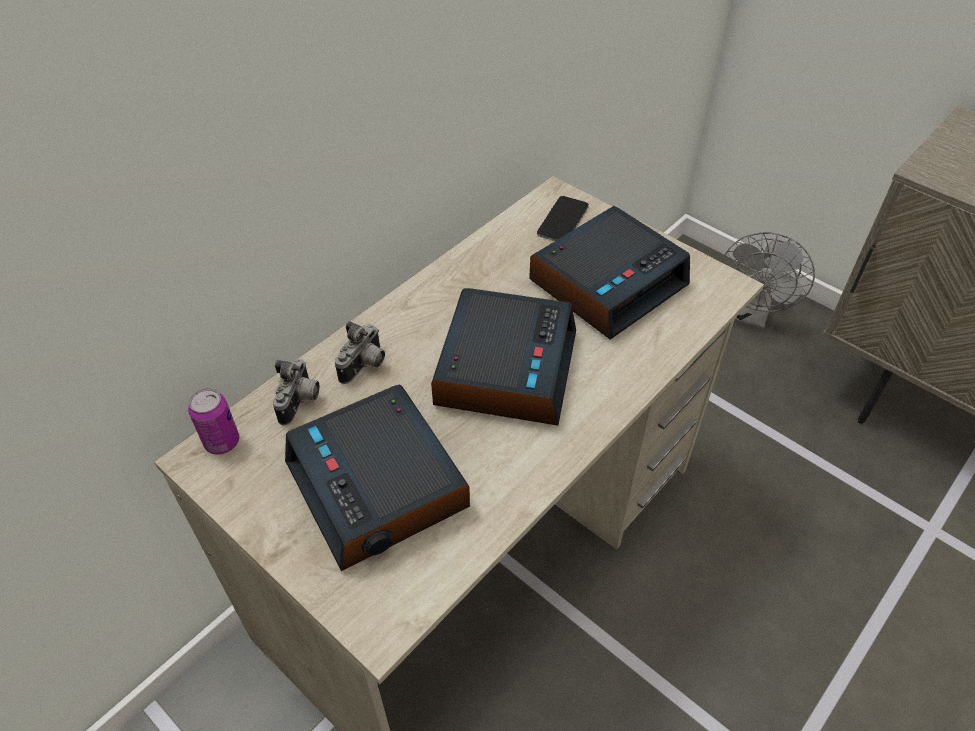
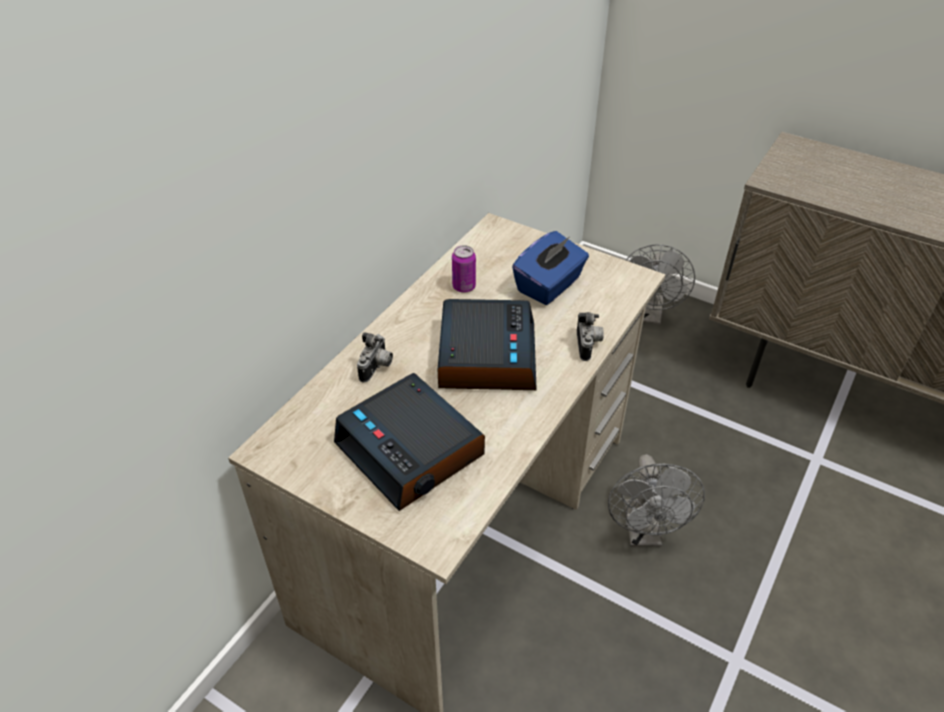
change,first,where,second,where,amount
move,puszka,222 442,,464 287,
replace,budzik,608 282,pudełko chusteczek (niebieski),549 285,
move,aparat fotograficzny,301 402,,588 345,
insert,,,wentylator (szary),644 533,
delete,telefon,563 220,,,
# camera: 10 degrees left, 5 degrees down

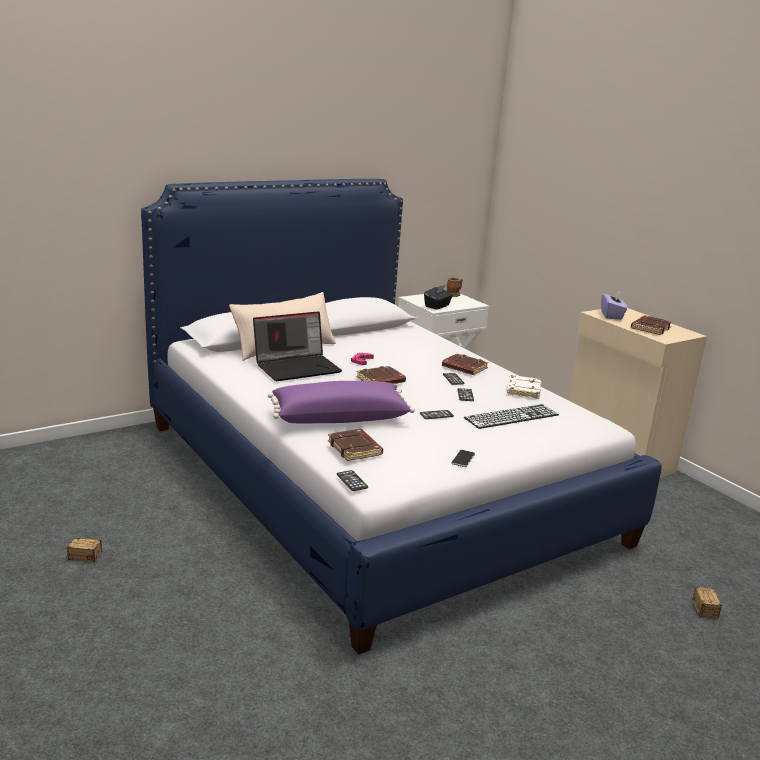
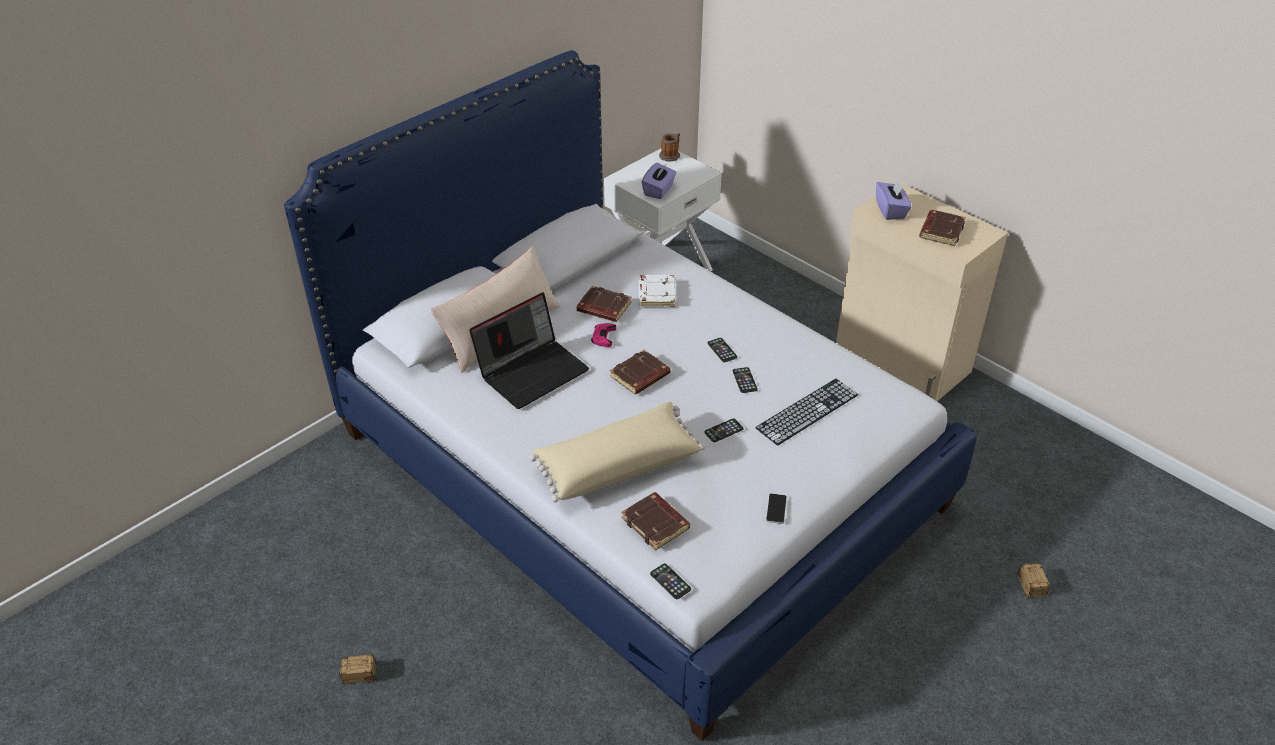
change,first,where,second,where,amount
recolor,poduszka (fioletowy),339 417,poduszka (beżowy),617 464,
move,książka (brązowy),463 368,,603 308,
move,książka (biały),522 390,,655 294,
recolor,pudełko chusteczek (czarny),437 306,pudełko chusteczek (fioletowy),659 190,
# camera: 10 degrees left, 20 degrees up

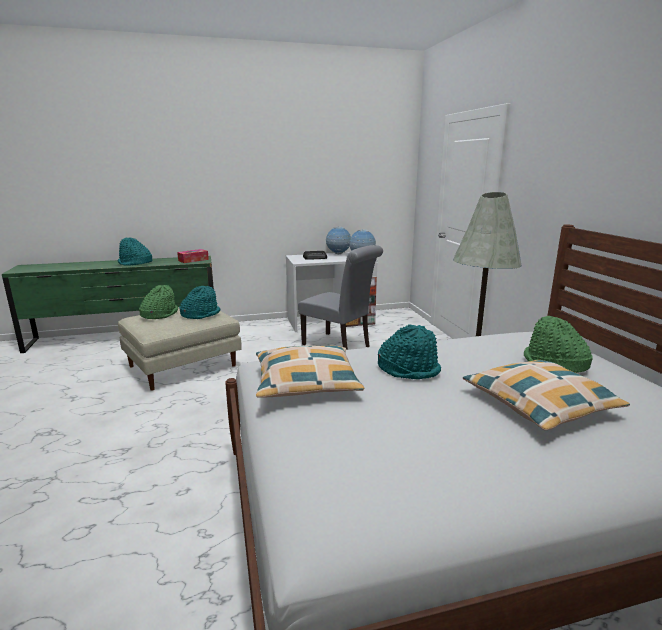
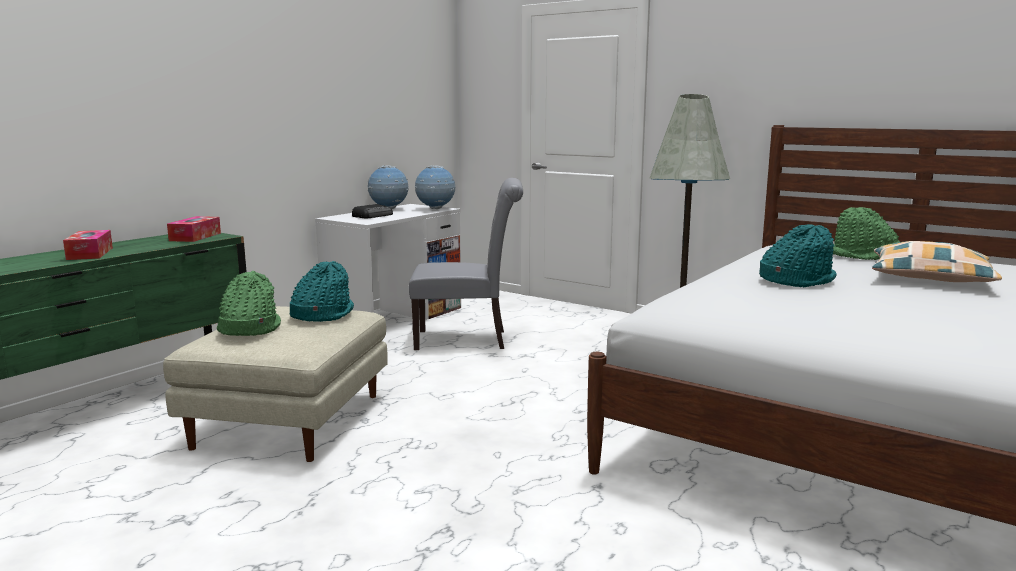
change,first,where,second,where,amount
replace,kapelusz (turkusowy),135 263,pudełko chusteczek,90 253,
delete,poduszka,306 382,,,
# camera: 40 degrees left, 5 degrees down

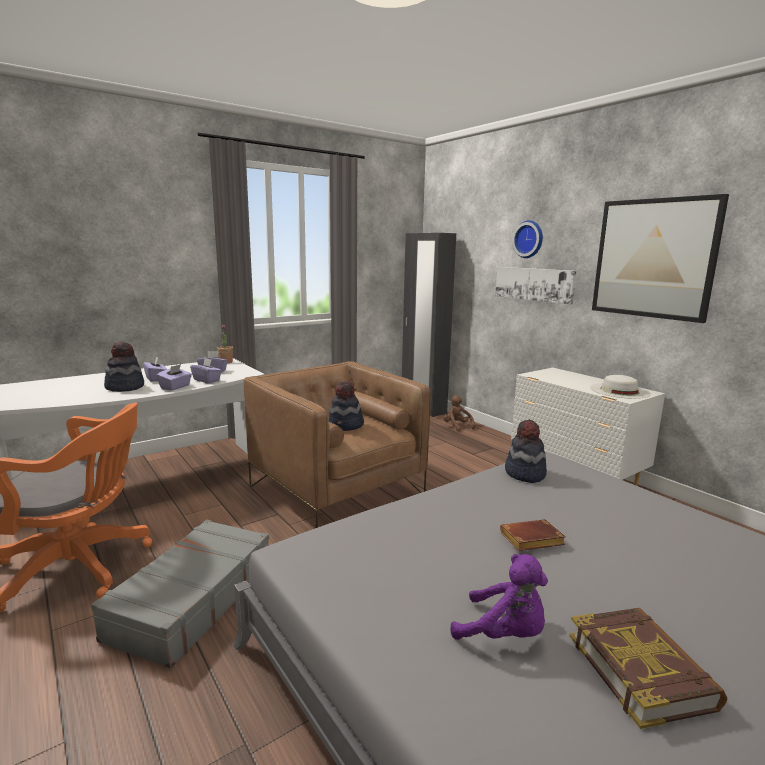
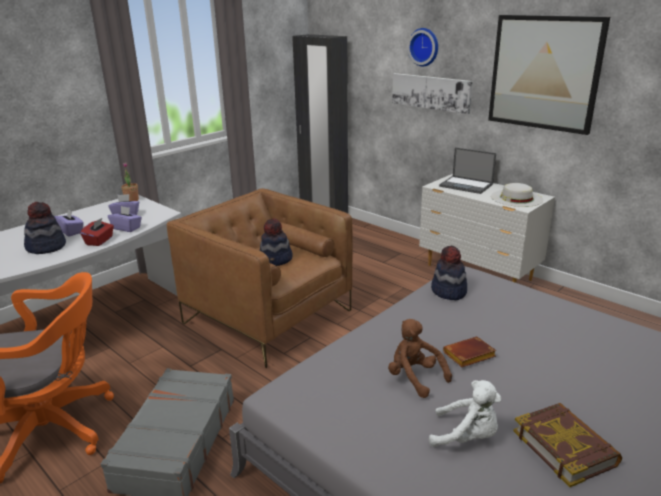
change,first,where,second,where,amount
recolor,pudełko chusteczek (fioletowy),175 387,pudełko chusteczek (czerwony),100 241,
move,pluszak (brązowy),457 426,,415 377,
recolor,pluszak (fioletowy),504 634,pluszak (biały),466 437,
insert,,,laptop,467 185,
# camera: 10 degrees left, 10 degrees up

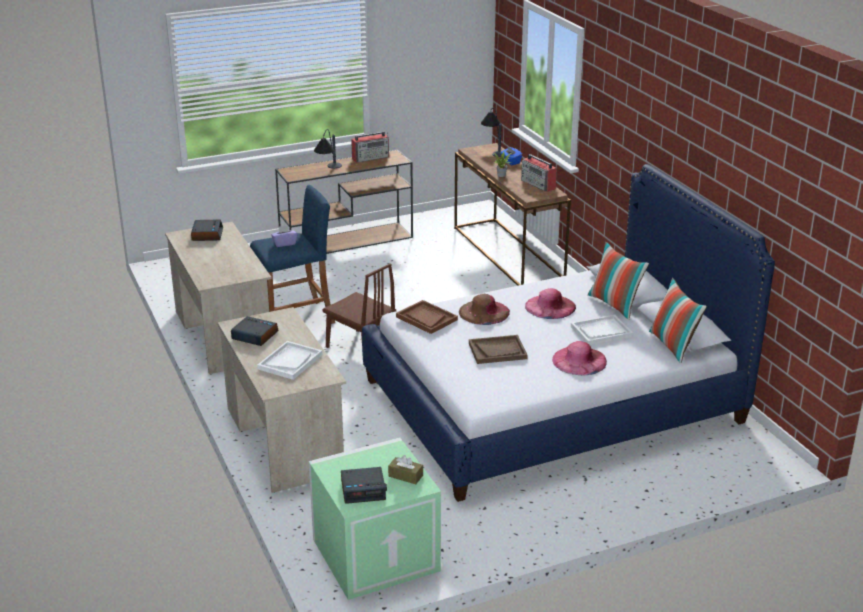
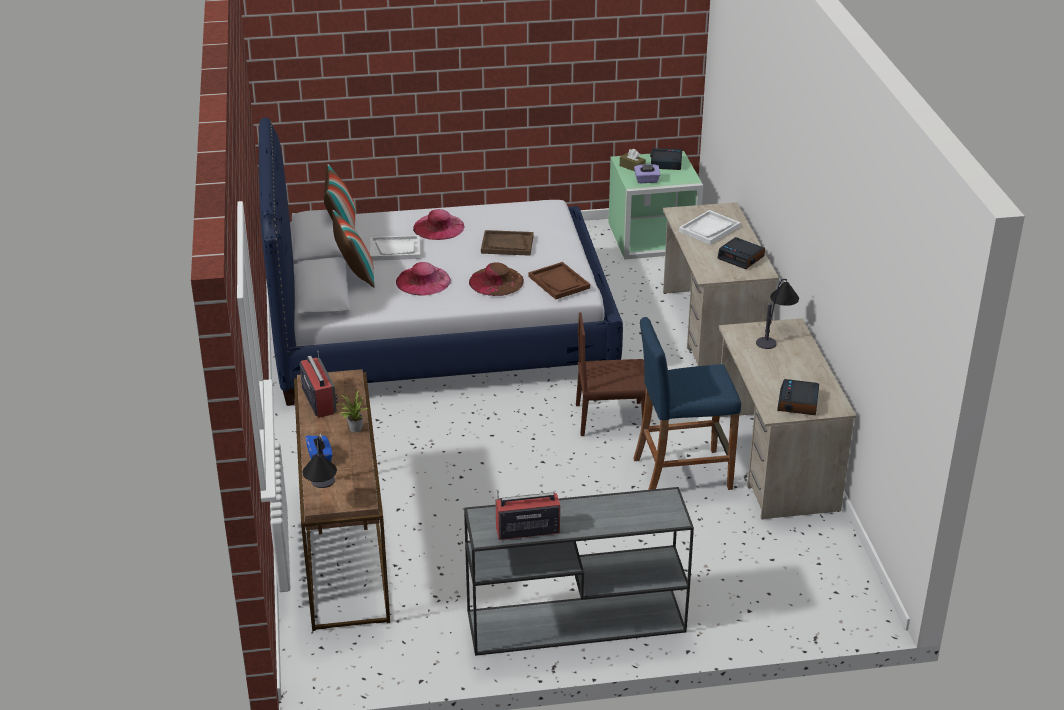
change,first,where,second,where,amount
recolor,stolik konsolowy (brązowy),348 240,stolik konsolowy (szary),573 622,
rotate,krzesło (brązowy),361 347,,611 419,60 degrees counterclockwise
move,pudełko chusteczek (fioletowy),284 243,,646 180,
move,lampa stołowa,328 171,,775 333,
# camera: 165 degrees left, 5 degrees up

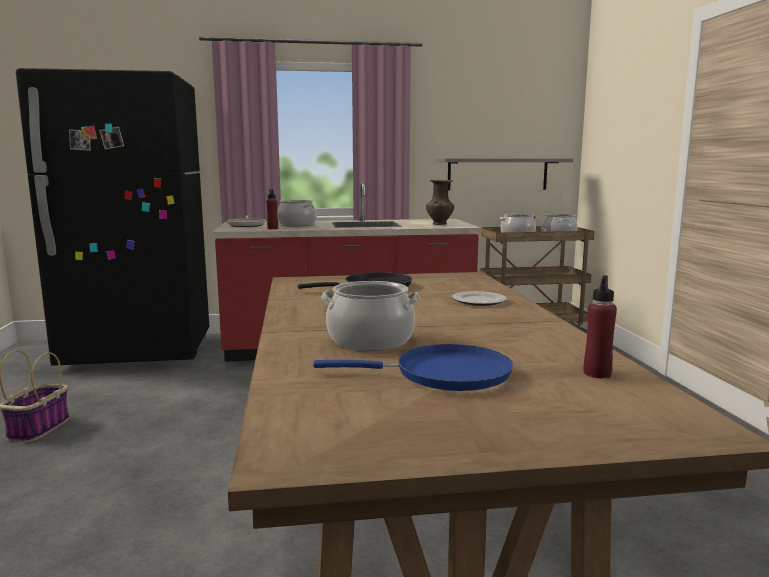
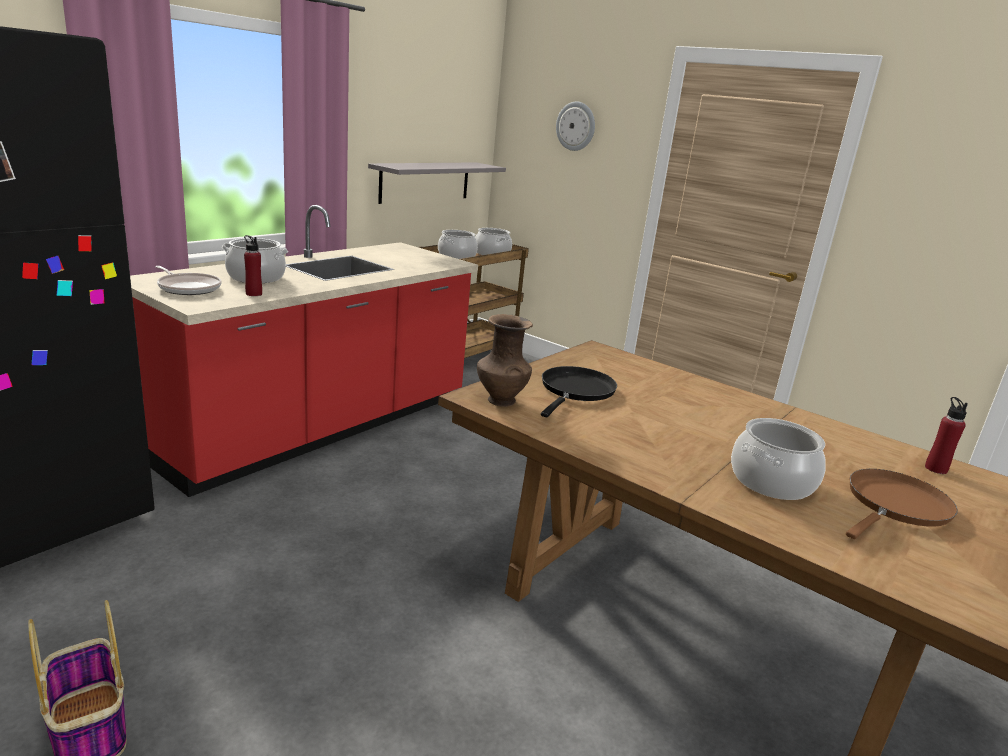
change,first,where,second,where,amount
move,wazon (brązowy),439 224,,500 400,
insert,,,zegar ścienny,576 126,
recolor,patelnia (niebieski),444 374,patelnia (brązowy),895 506,
delete,talerz,479 301,,,
# camera: 45 degrees left, 10 degrees up

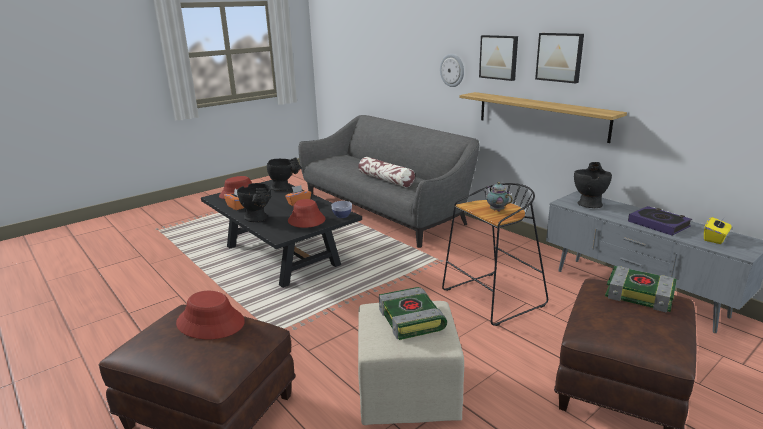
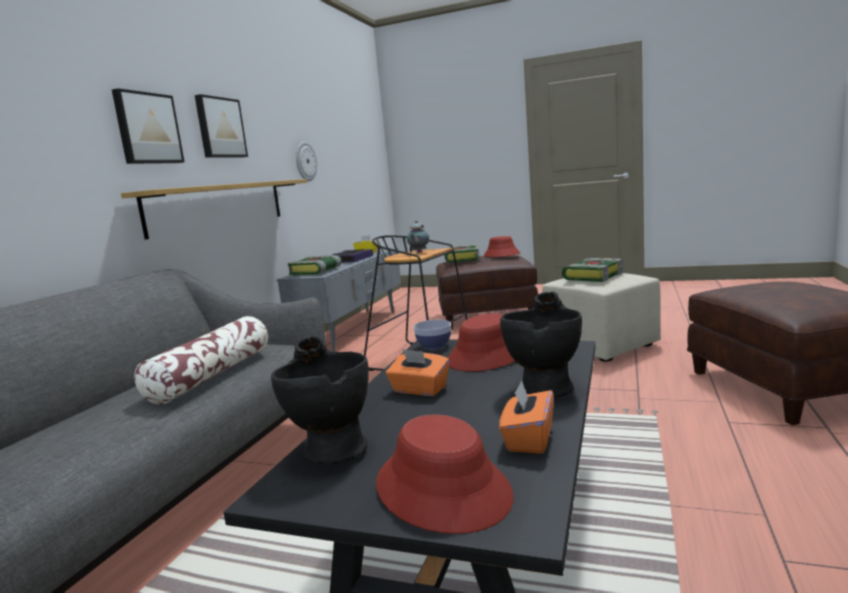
change,first,where,second,where,amount
replace,wazon (czarny),588 203,książka,316 272,
move,zegar ścienny,452 70,,305 161,
move,kapelusz (czerwony),211 322,,501 255,
# camera: 120 degrees left, 10 degrees down

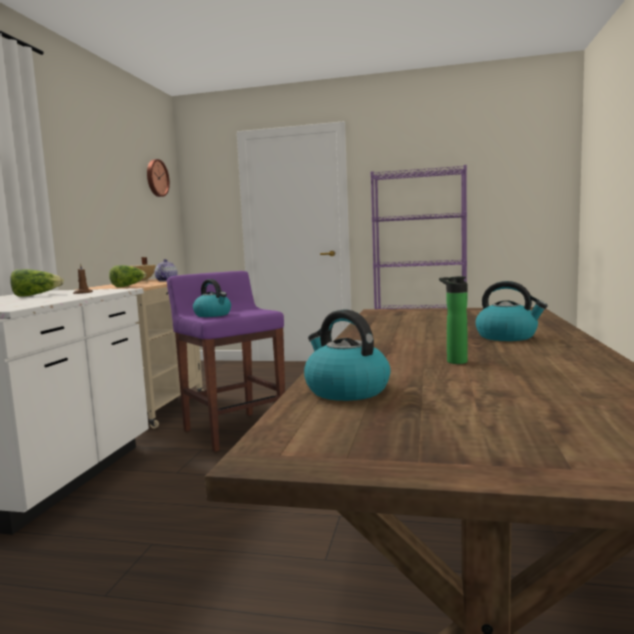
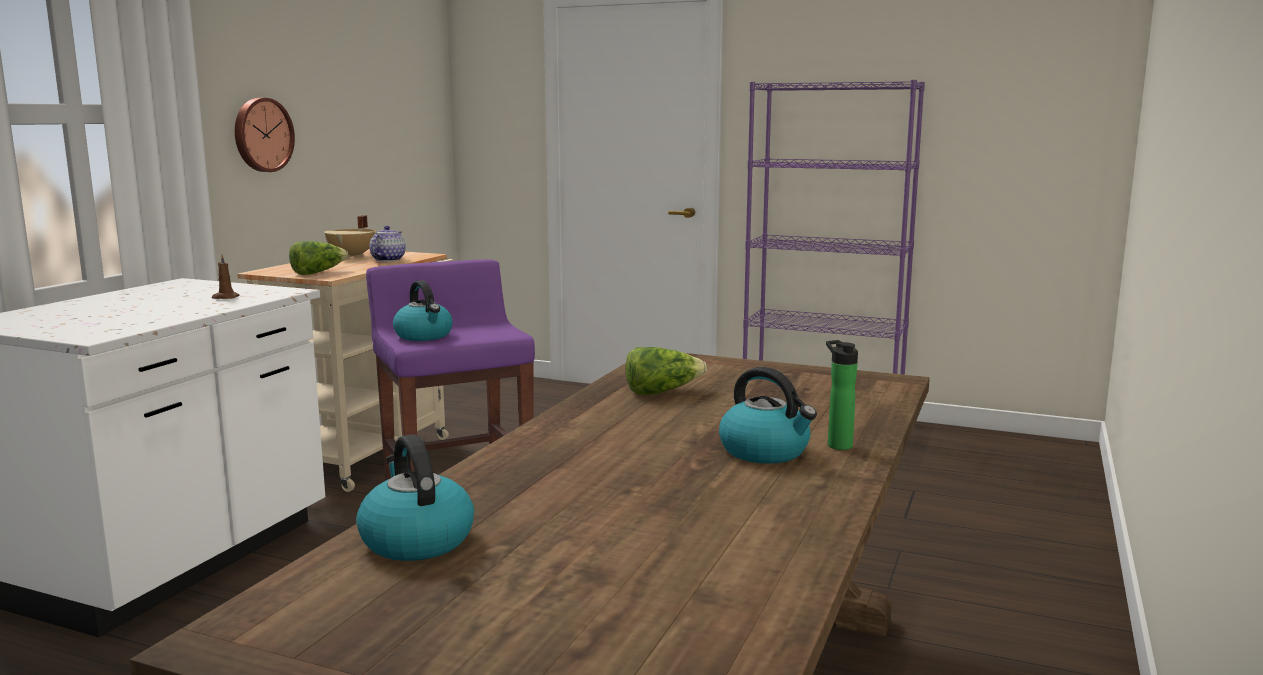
change,first,where,second,where,amount
move,zegar ścienny,156 178,,262 135,
move,sałata,36 295,,662 392,
move,butelka,454 361,,837 445,
# camera: 10 degrees right, 5 degrees up

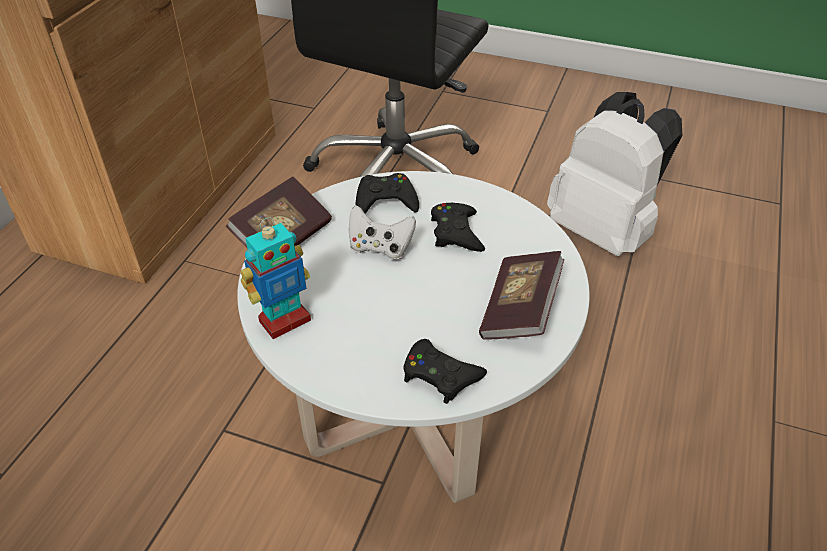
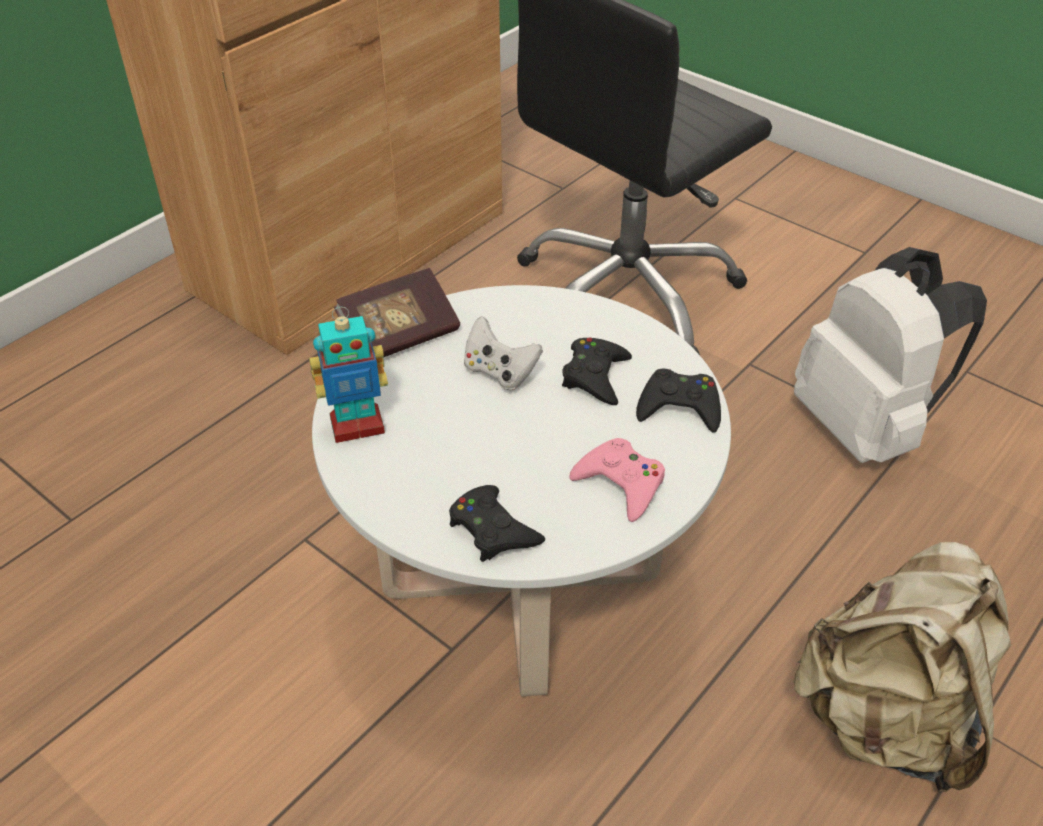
change,first,where,second,where,amount
replace,książka,519 310,pad do gier (różowy),621 484,
move,pad do gier (czarny),385 201,,679 407,
insert,,,plecak (beżowy),886 719,
# camera: 20 degrees right, 0 degrees up

